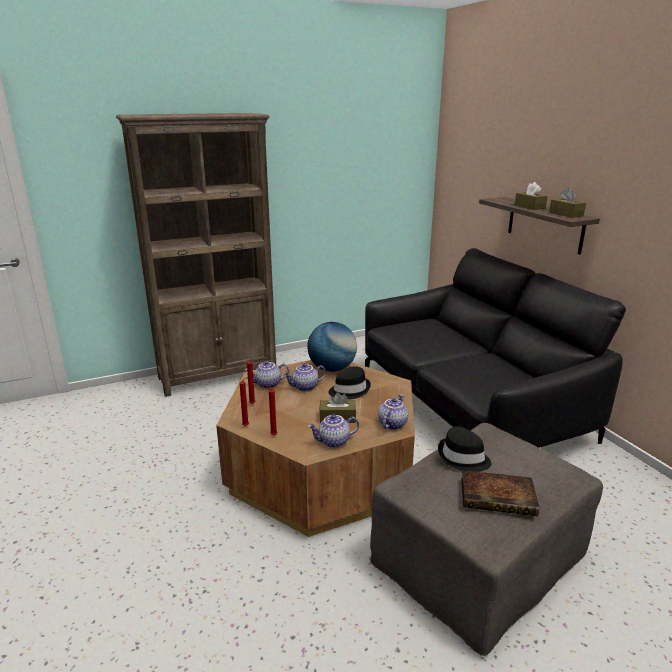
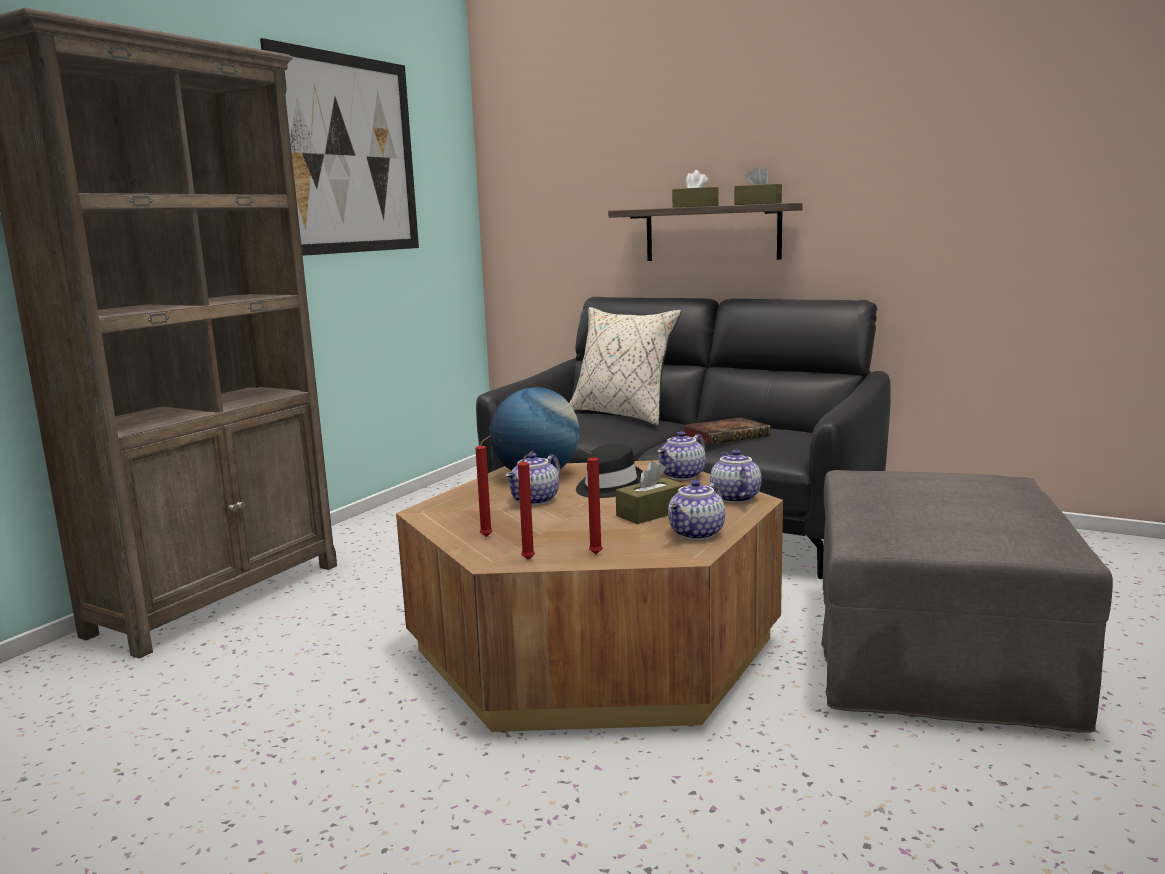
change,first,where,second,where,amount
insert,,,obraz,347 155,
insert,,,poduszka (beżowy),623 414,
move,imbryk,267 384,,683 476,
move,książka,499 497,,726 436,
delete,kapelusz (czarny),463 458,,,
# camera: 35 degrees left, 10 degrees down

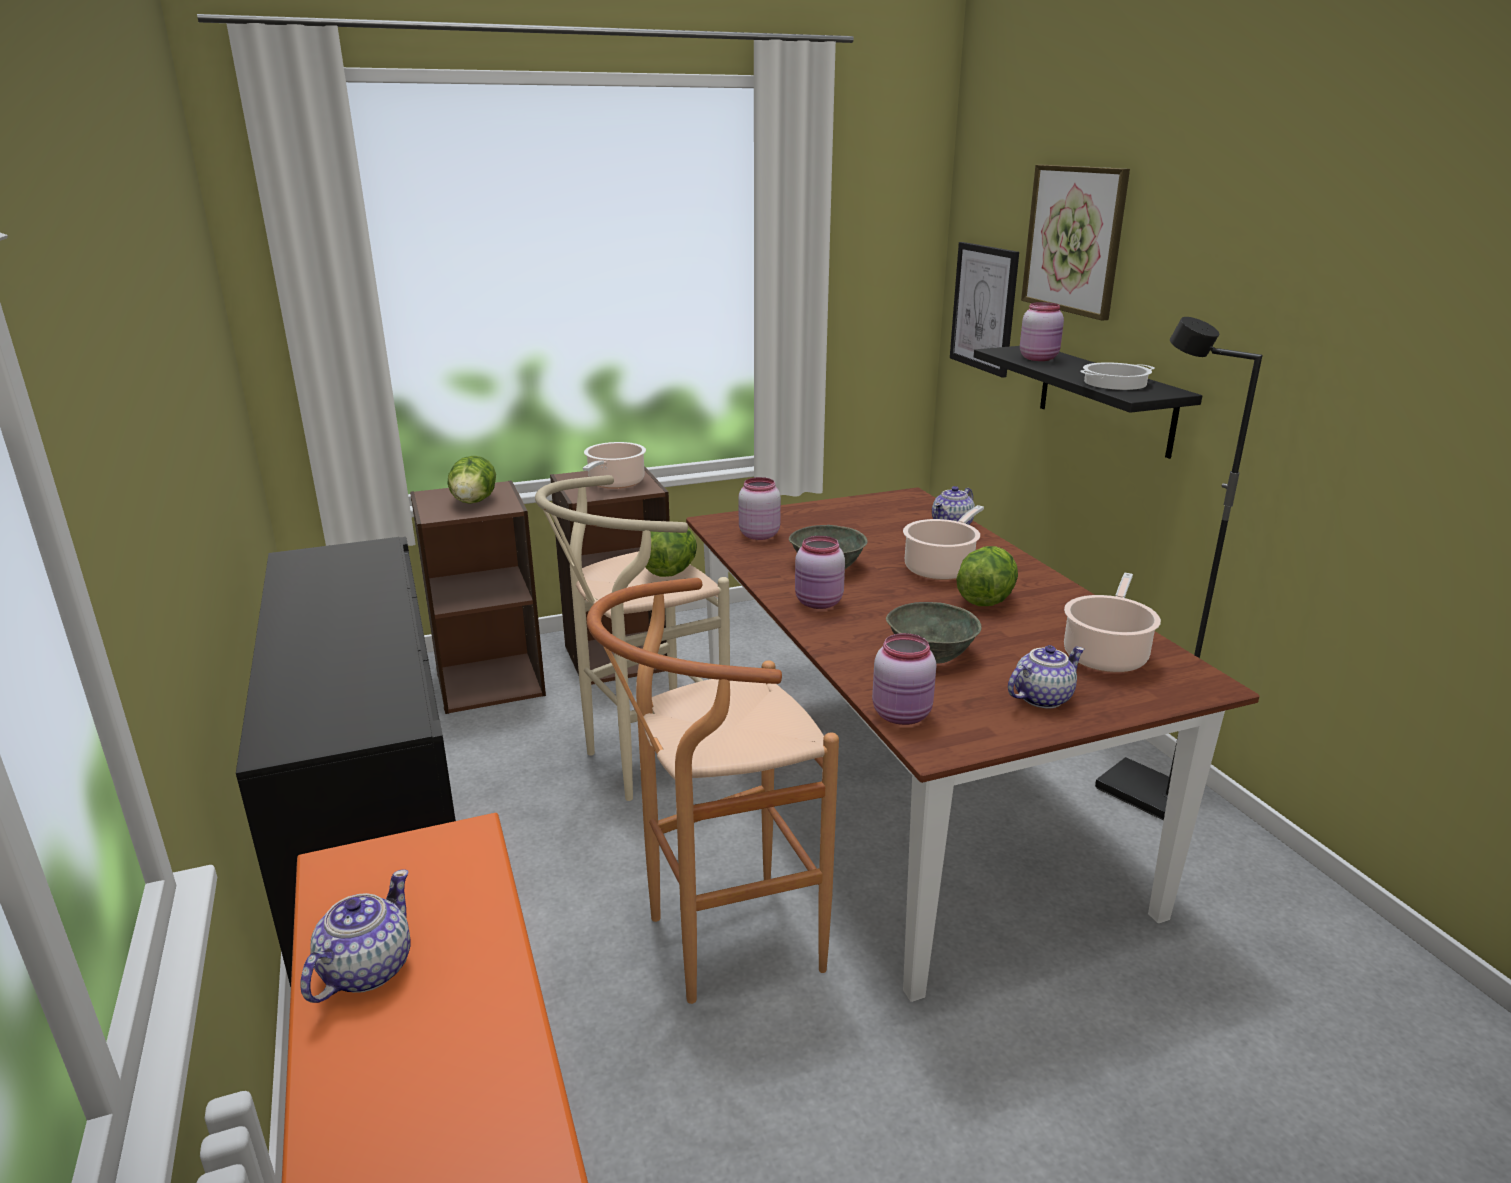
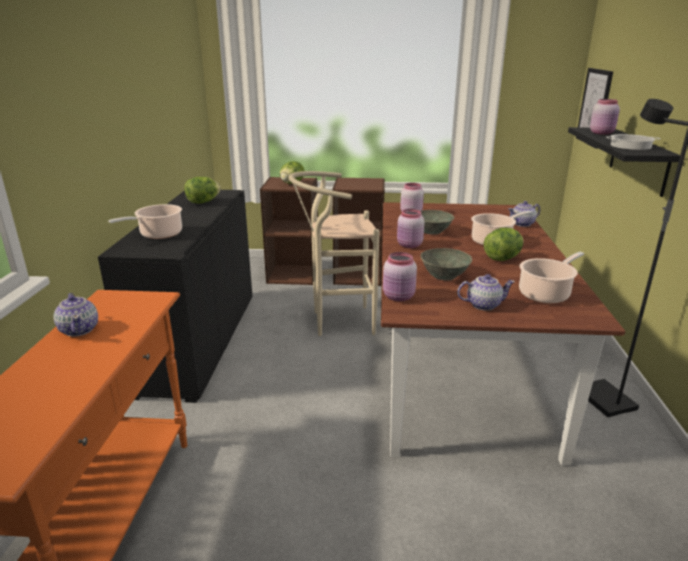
change,first,where,second,where,amount
rotate,imbryk,365 970,,79 329,105 degrees clockwise
move,garnek,615 483,,158 234,
move,sałata,671 571,,203 202,
delete,stołek (brązowy),717 944,,,
delete,obraz,1074 240,,,
# camera: 25 degrees right, 0 degrees up

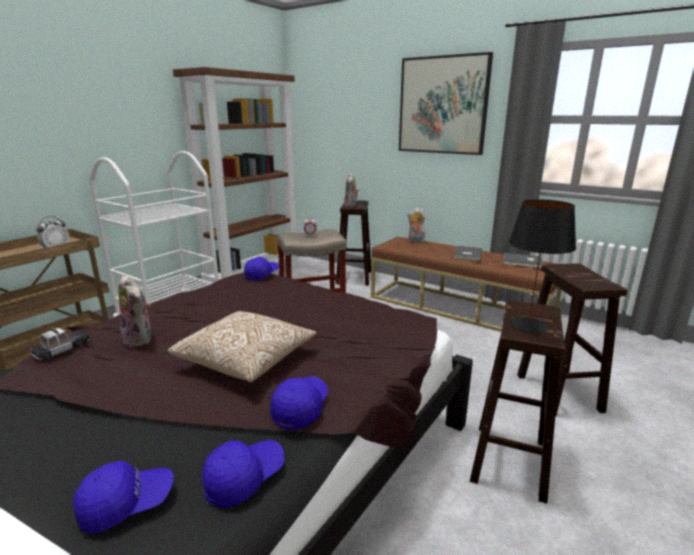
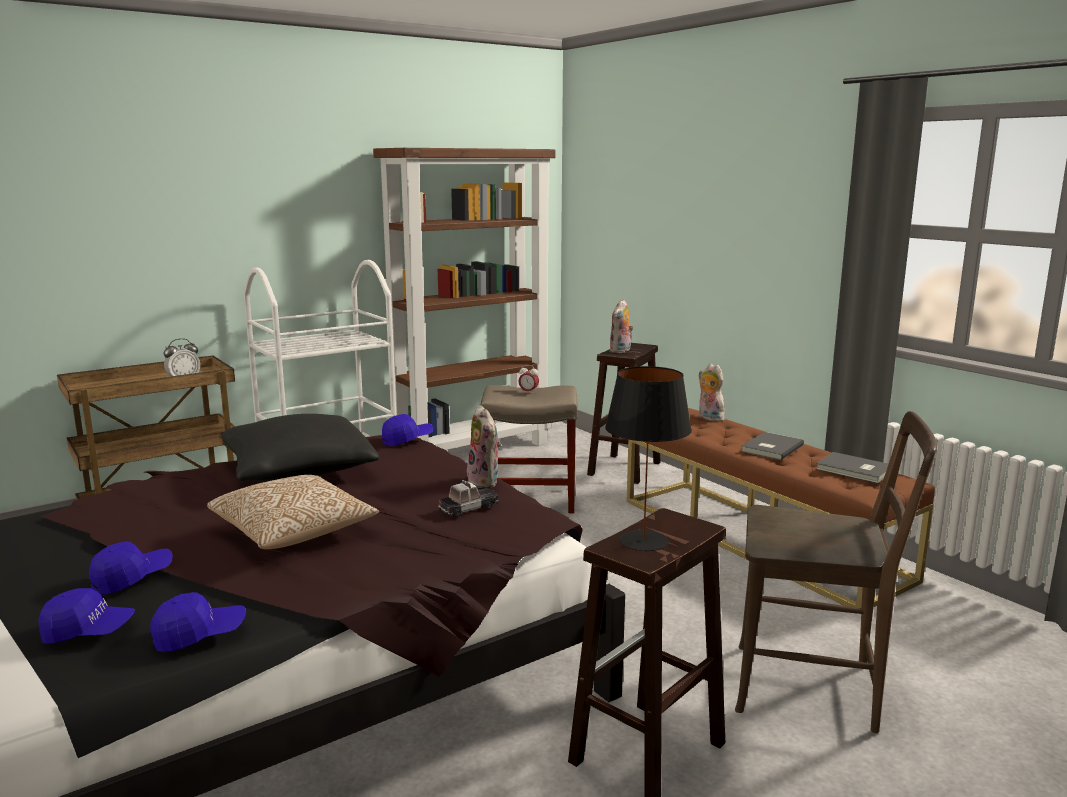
change,first,where,second,where,amount
move,czapka z daszkiem (niebieski),300 408,,132 578,
insert,,,poduszka (czarny),299 470,
move,samochodzik,61 349,,468 507,
move,pluszak,140 339,,486 482,
replace,stołek (brązowy),559 393,krzesło (brązowy),814 689,
delete,obraz,442 105,,,
# camera: 20 degrees right, 5 degrees down

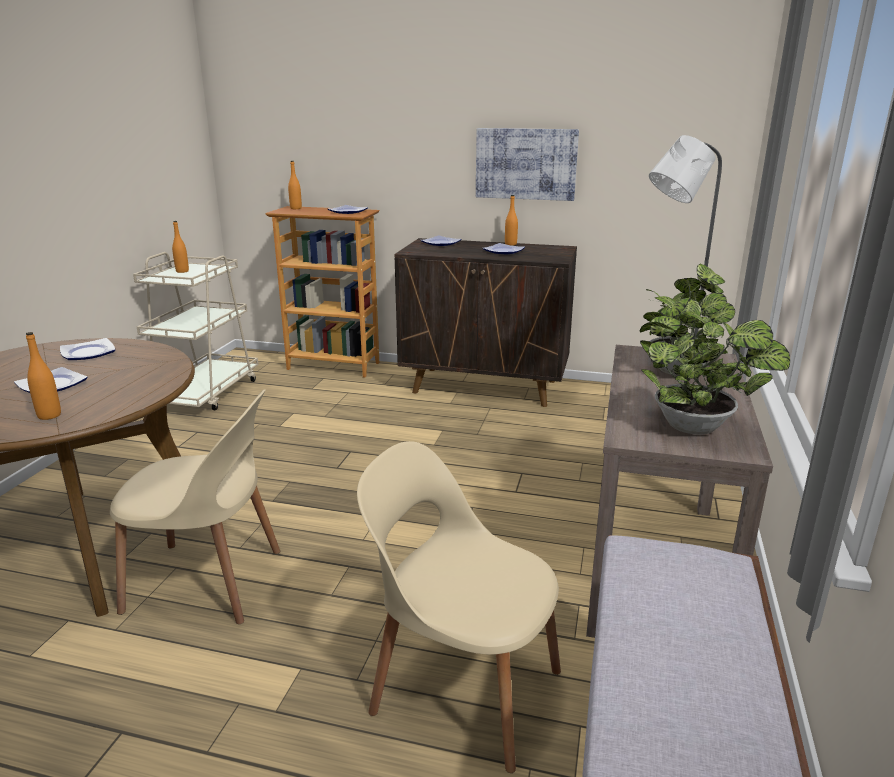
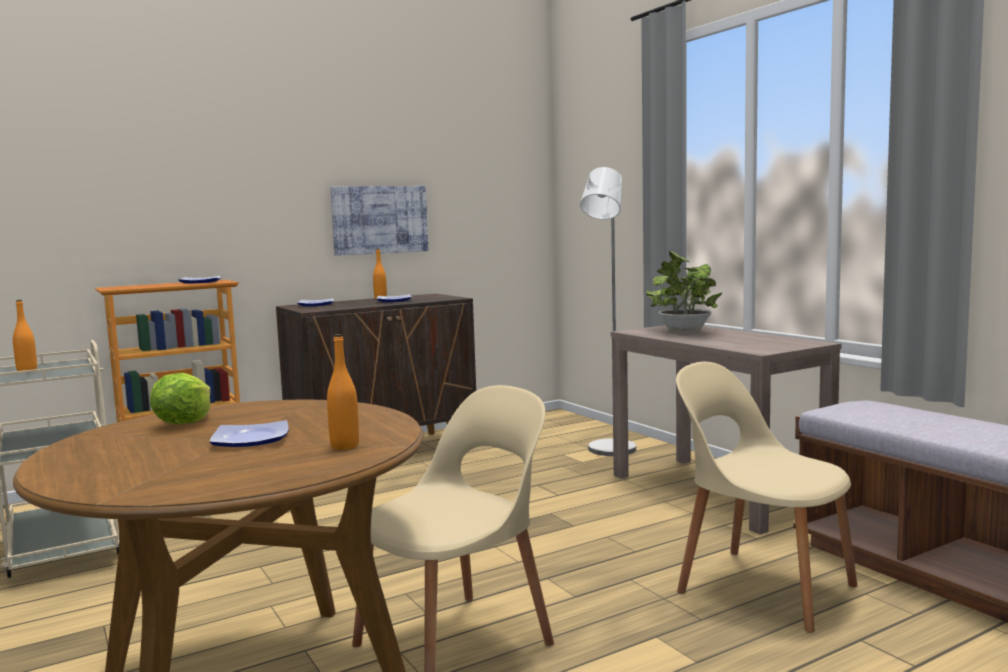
change,first,where,second,where,amount
replace,talerz,87 353,sałata,184 422,
rotate,krzesło (beżowy),462 688,,761 587,60 degrees clockwise
delete,butelka (pomarańczowy),296 208,,,
delete,roślina doniczkowa,697 429,,,
# camera: 45 degrees left, 15 degrees down

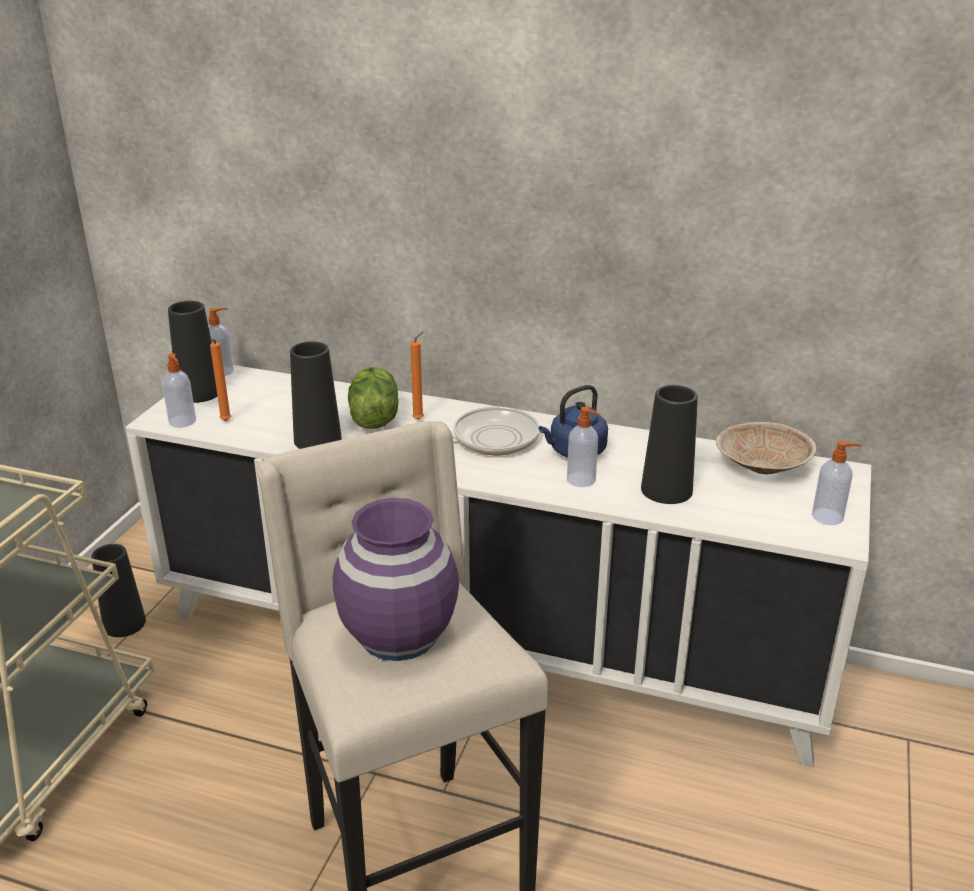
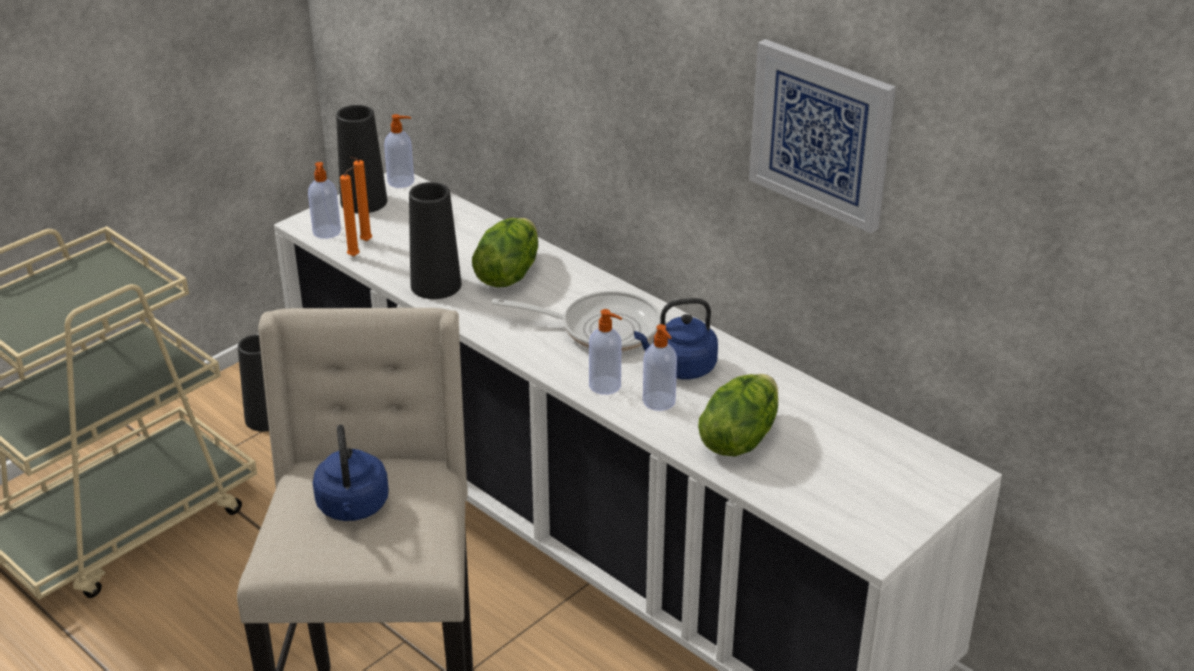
change,first,where,second,where,amount
replace,wazon (fioletowy),398 634,czajnik (niebieski),353 508,
move,świeca (pomarańczowy),420 419,,356 256,
move,dozownik mydła,828 517,,606 386,
replace,wazon (czarny),666 490,sałata,738 438,
insert,,,obraz,821 133,
delete,miska (beżowy),760 467,,,
# camera: 25 degrees right, 5 degrees up

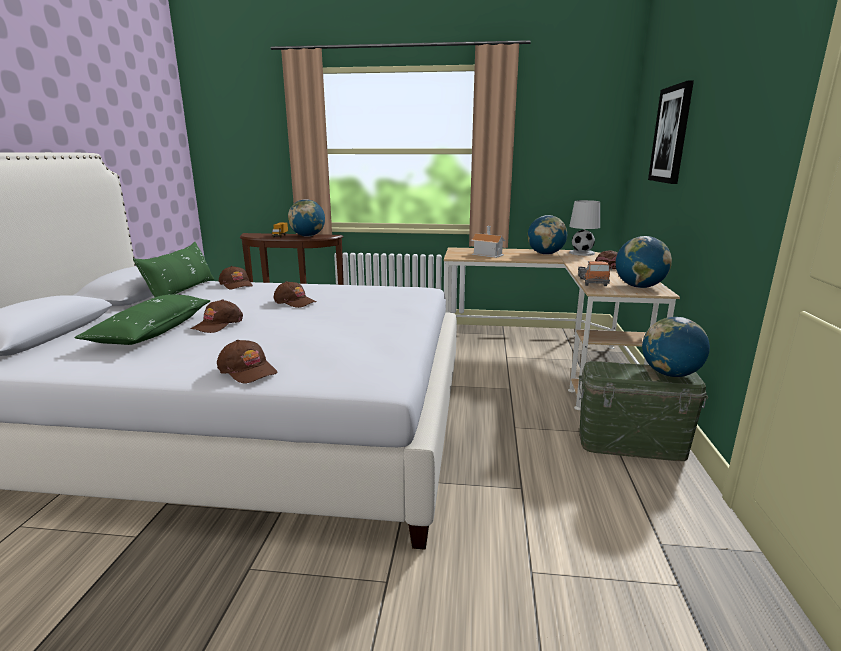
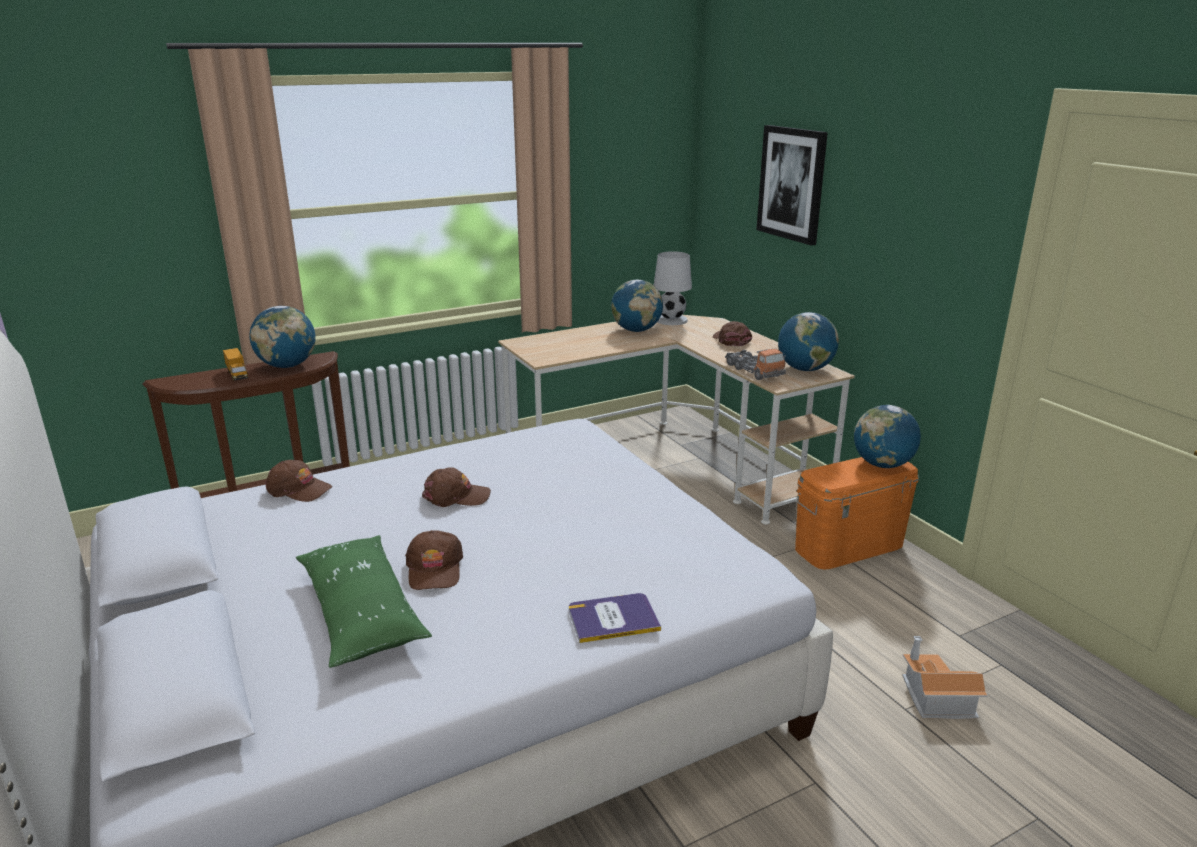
change,first,where,second,where,amount
replace,czapka z daszkiem (brązowy),248 370,książka,613 619,
recolor,pojemnik do przechowywania (zielony),631 444,pojemnik do przechowywania (pomarańczowy),849 546,
move,domek,488 253,,934 697,
delete,poduszka (zielony),182 291,,,
# camera: 35 degrees left, 5 degrees up

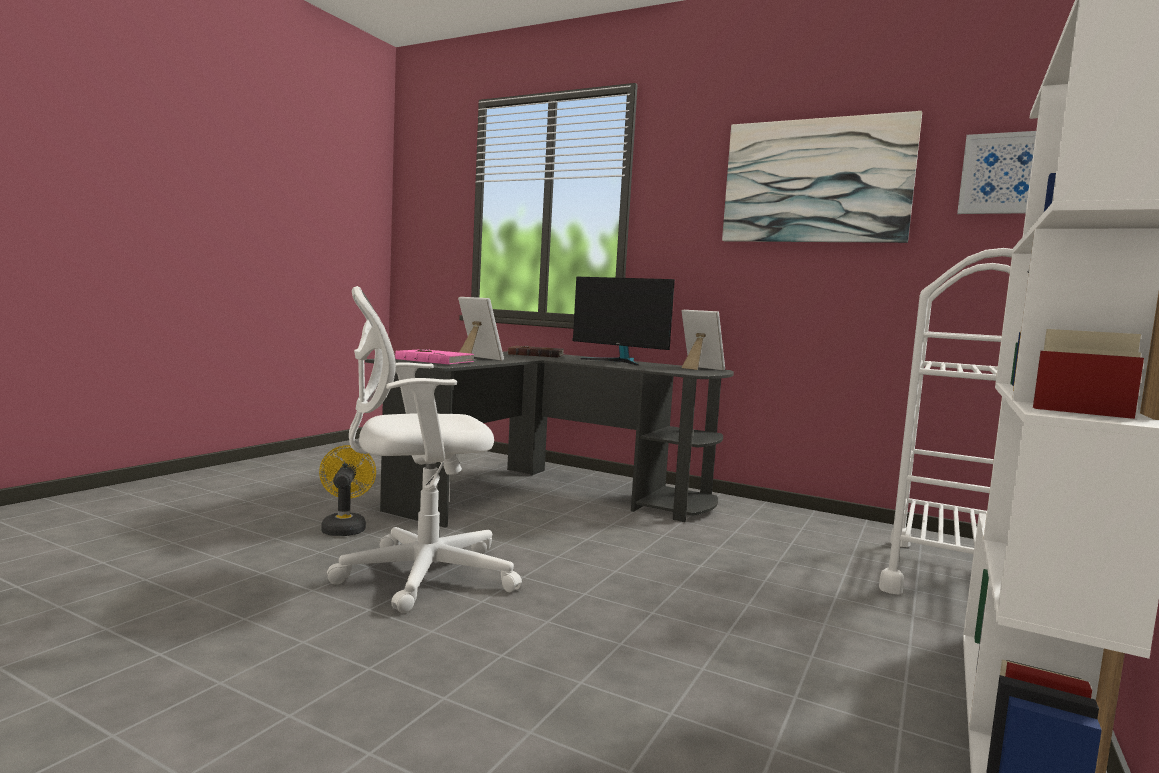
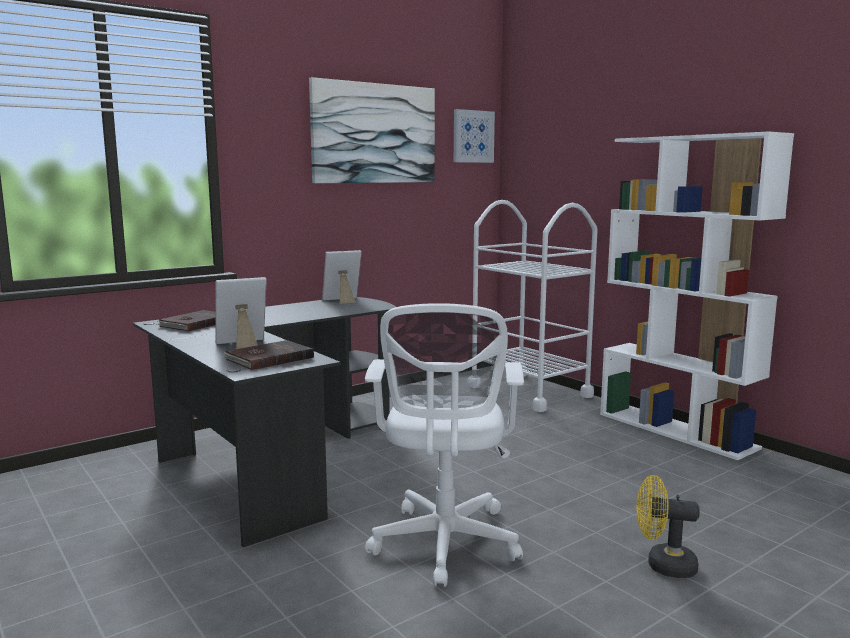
change,first,where,second,where,amount
recolor,książka (różowy),435 360,książka (brązowy),268 358,
move,wentylator (żółty),344 527,,663 565,
delete,monitor,619 361,,,
# camera: 65 degrees left, 5 degrees up

